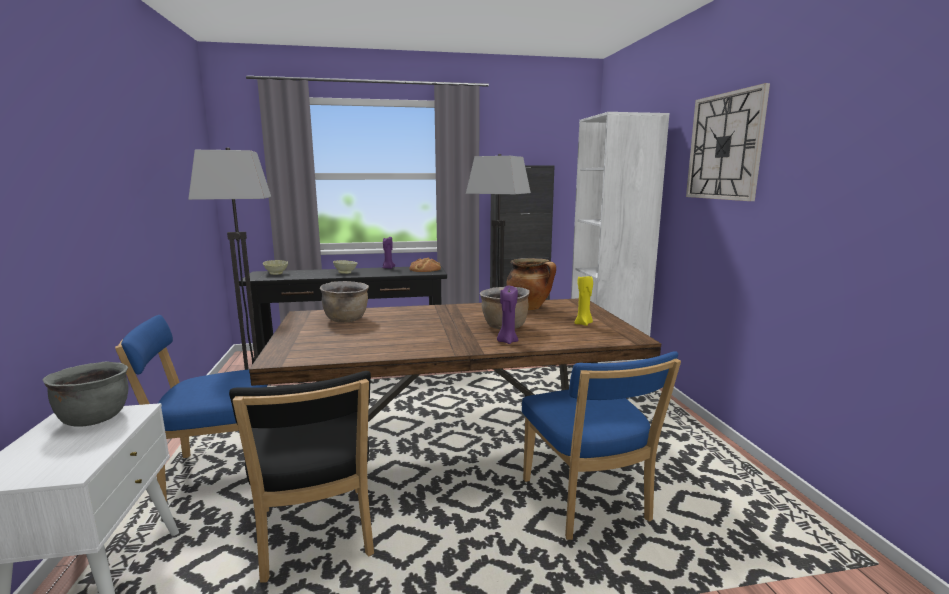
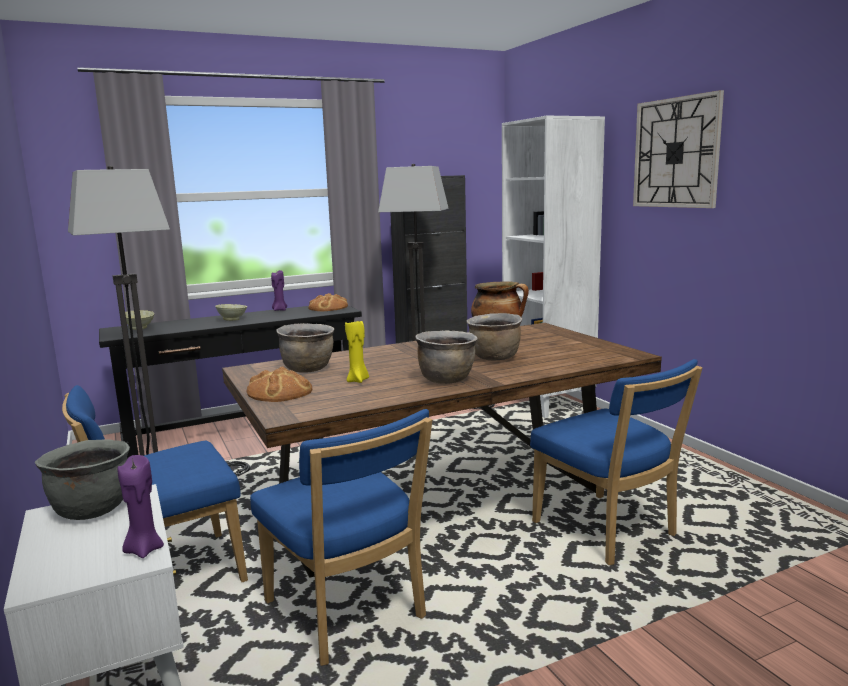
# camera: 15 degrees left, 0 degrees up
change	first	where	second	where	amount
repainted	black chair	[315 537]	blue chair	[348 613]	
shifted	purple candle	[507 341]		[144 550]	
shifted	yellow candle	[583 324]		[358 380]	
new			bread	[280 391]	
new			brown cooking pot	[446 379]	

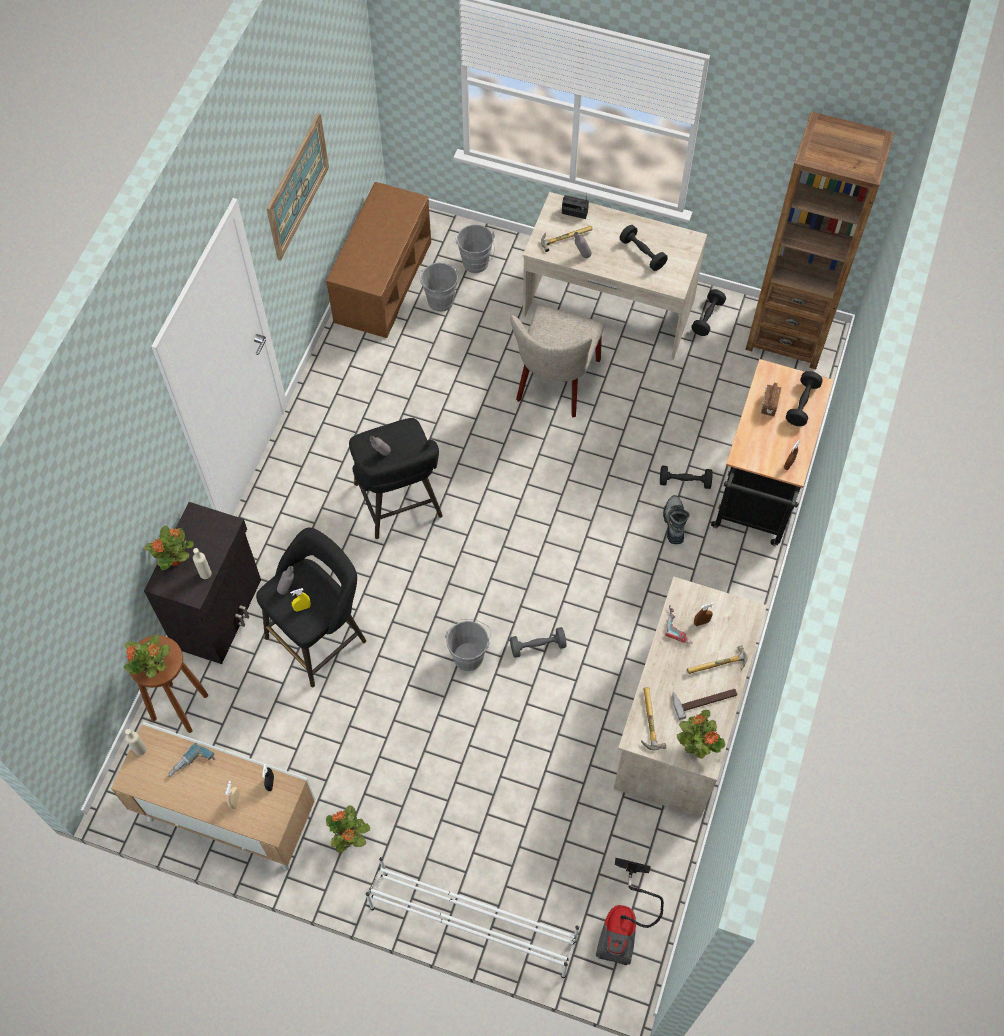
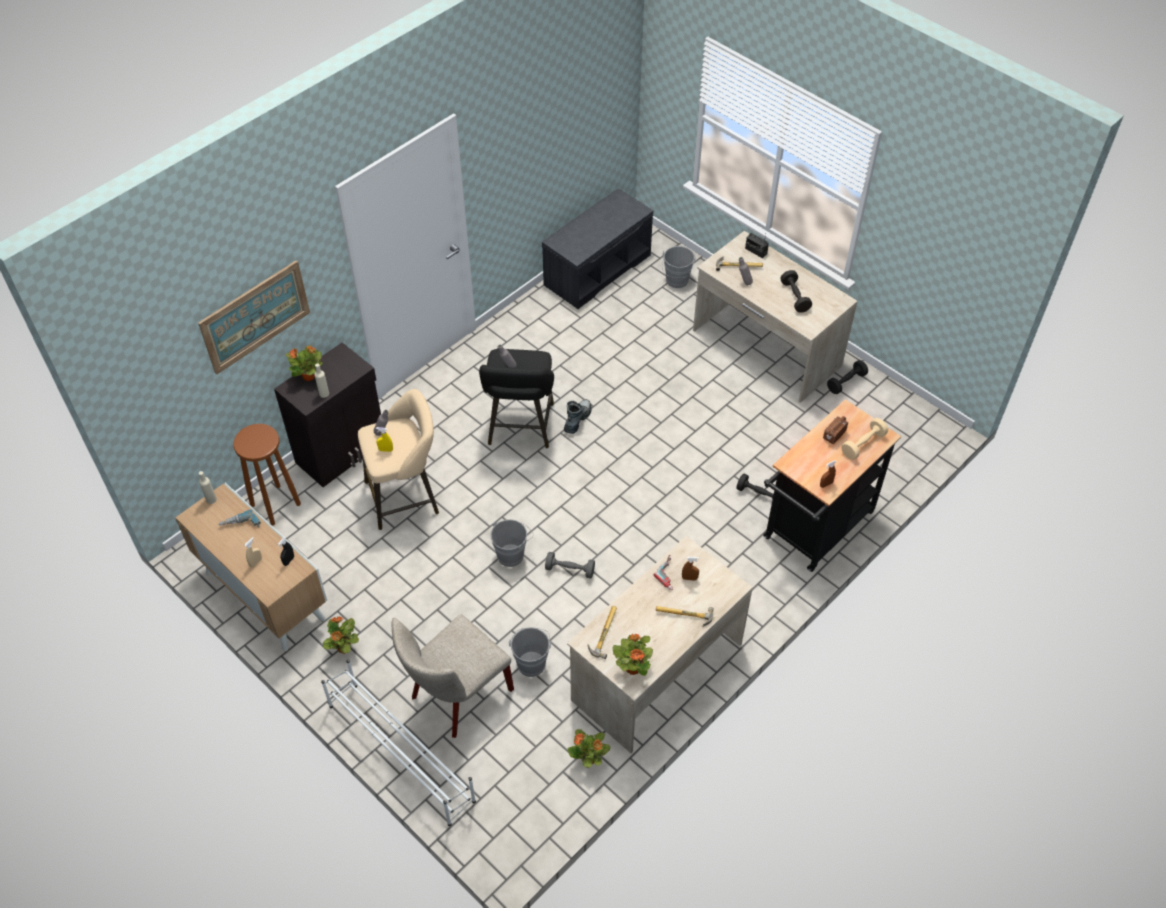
# camera: 25 degrees right, 10 degrees down
change	first	where	second	where	amount
shifted	potted plant	[153 668]		[589 759]	
repainted	black stool	[320 636]	beige stool	[406 496]	
shifted	picture	[297 186]		[255 316]	
repainted	brown bench	[382 280]	grey bench	[597 269]	
shifted	grey bucket	[439 298]		[531 661]	
shifted	beige chair	[555 384]		[456 696]	
gone	vacuum cleaner	[624 923]			
shifted	boot	[674 522]		[577 419]	
gone	hammer	[704 698]			
gone	brown bookcase	[787 335]			
repainted	black dumbbell	[802 404]	beige dumbbell	[863 444]	

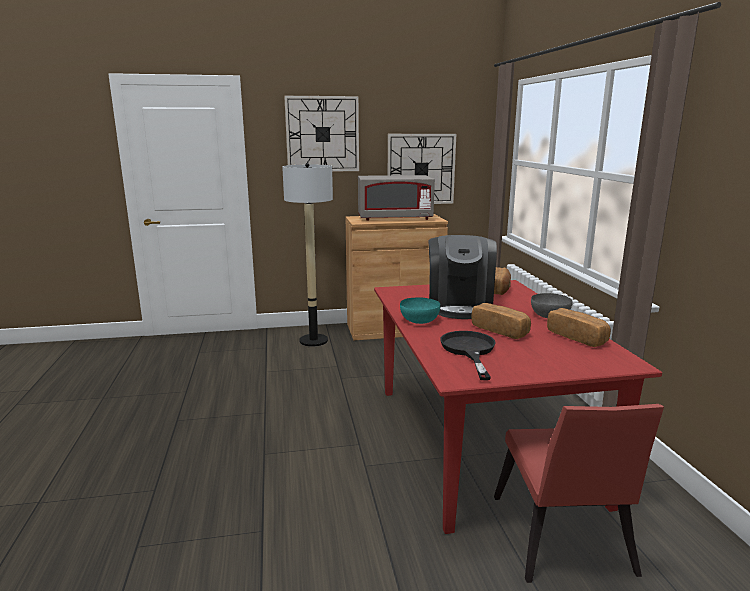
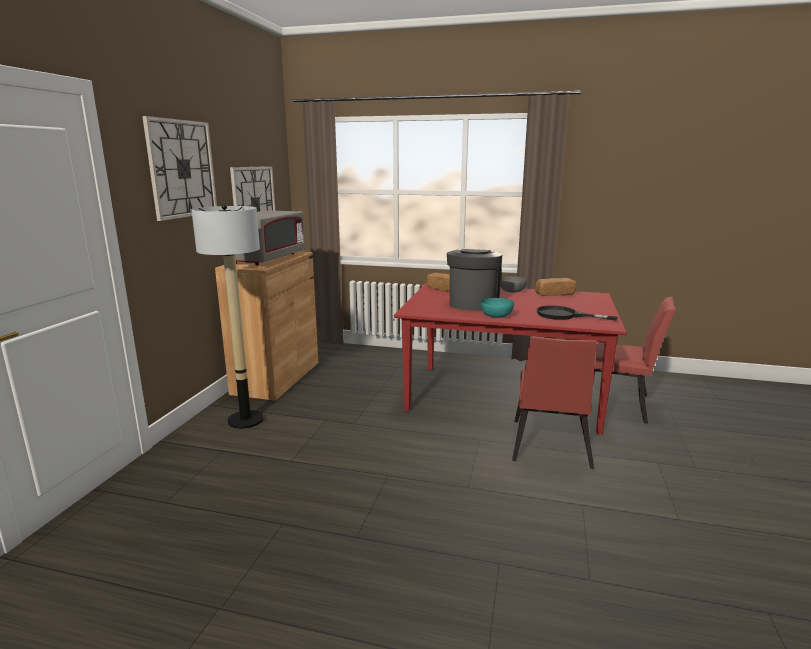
# camera: 65 degrees left, 0 degrees up
change	first	where	second	where	amount
rotated	coffee machine	[459 306]		[473 303]	105 degrees counterclockwise
gone	bread	[500 330]			
new			red chair	[549 447]	

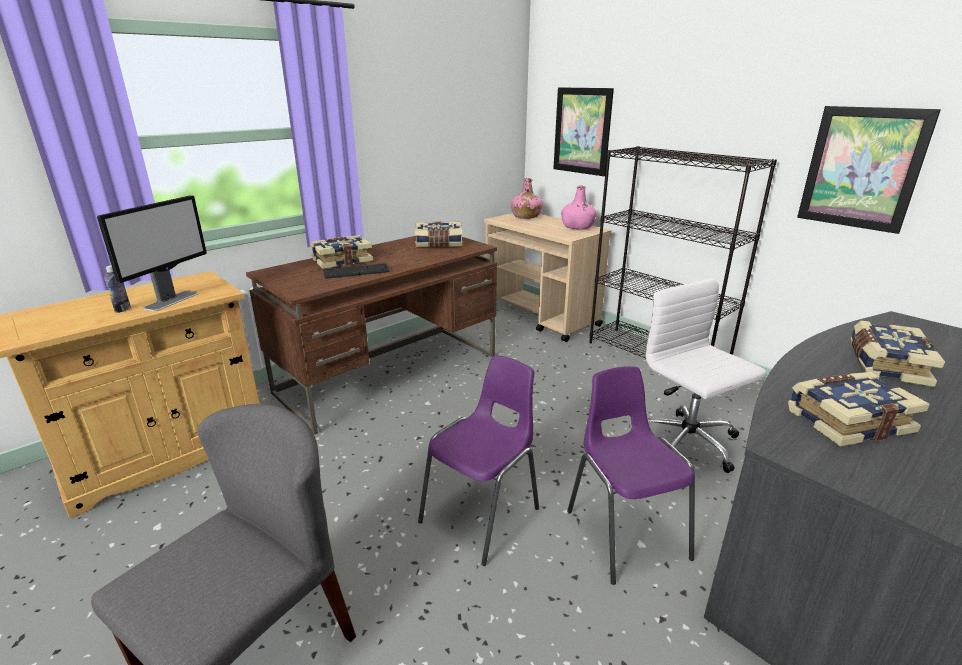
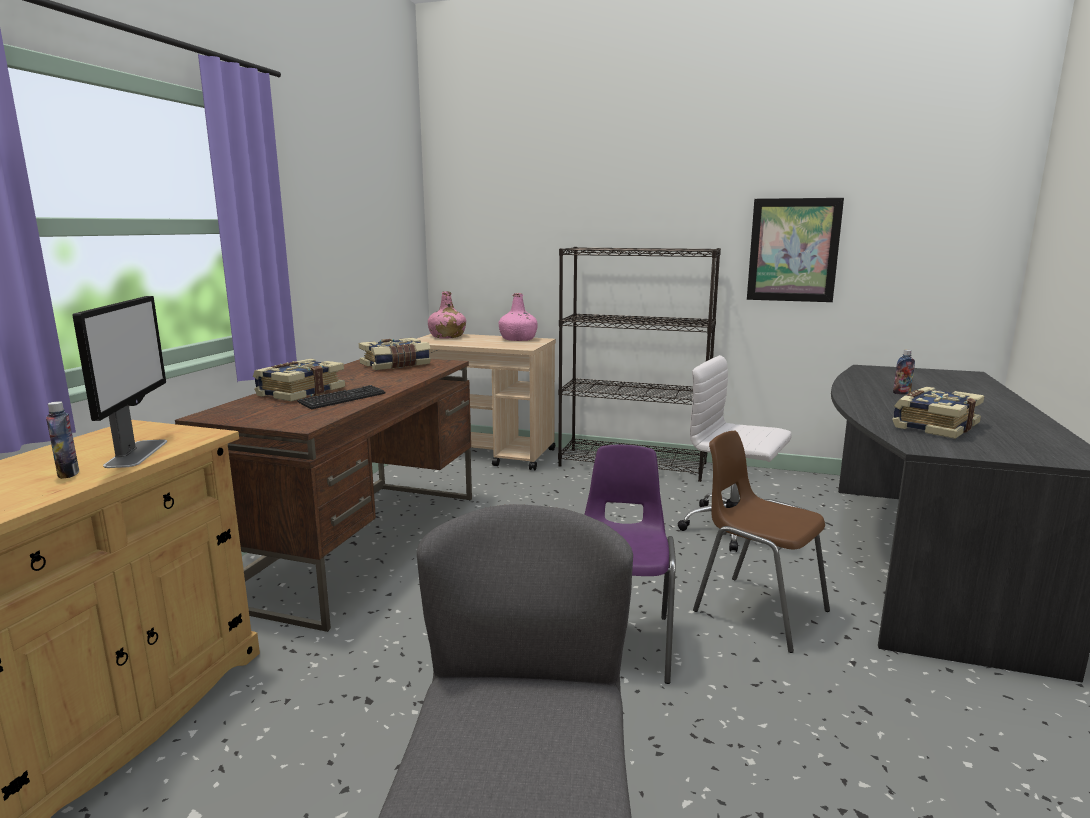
# camera: 30 degrees left, 10 degrees down
change	first	where	second	where	amount
gone	picture	[582 131]			
repainted	purple chair	[624 532]	brown chair	[757 610]	
swapped	book	[885 365]	bottle	[901 393]	

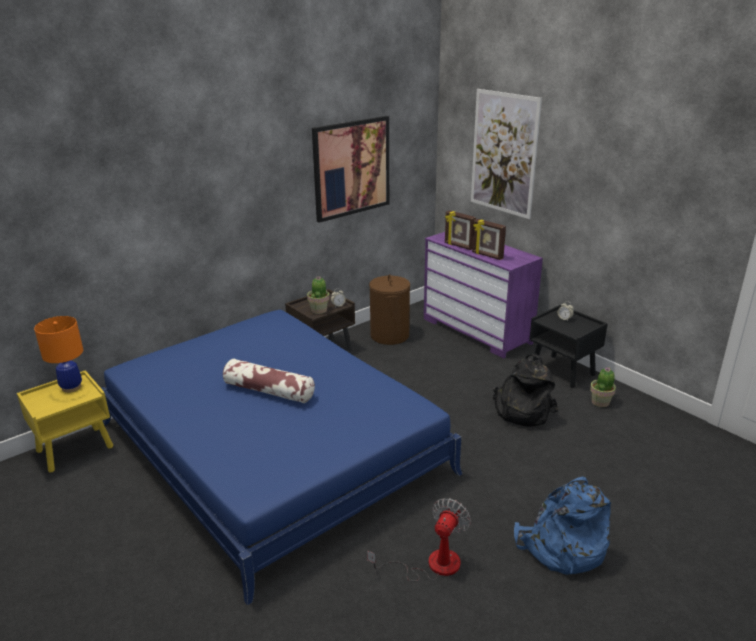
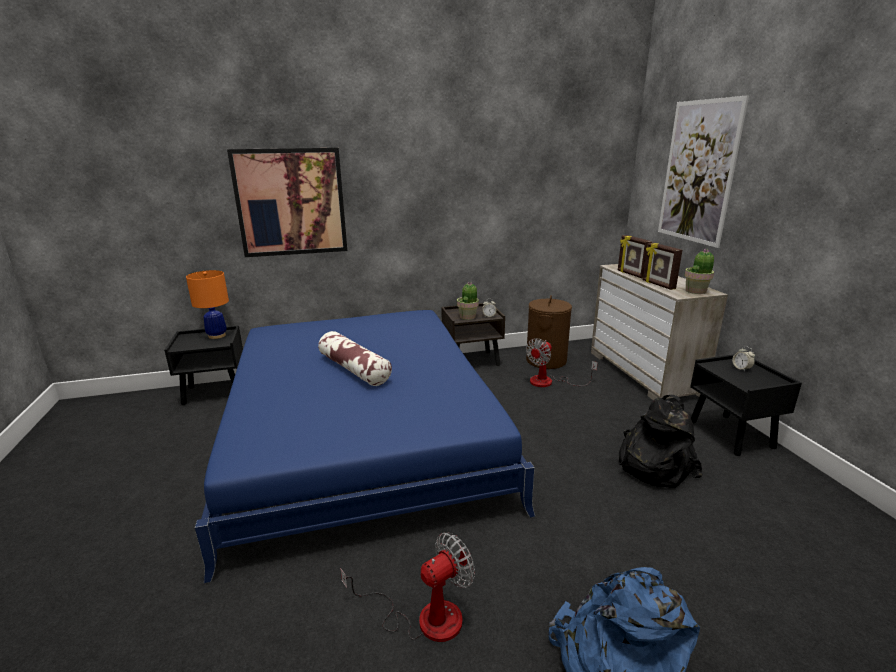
# camera: 25 degrees right, 5 degrees down
change	first	where	second	where	amount
repainted	yellow nightstand	[76 449]	black nightstand	[216 392]	
shifted	picture	[351 168]		[291 202]	
repainted	purple dresser	[477 330]	beige dresser	[643 373]	
shifted	potted plant	[600 402]		[696 291]	
new			fan	[549 382]	

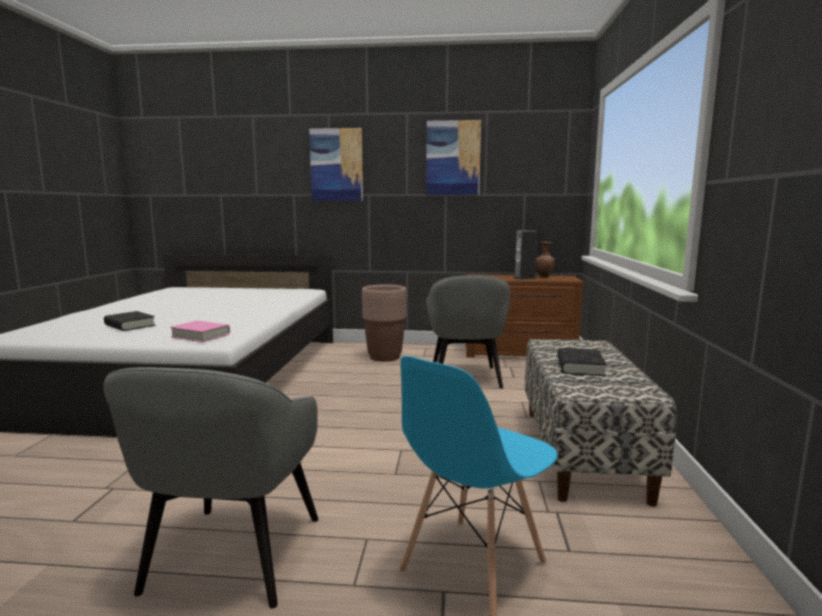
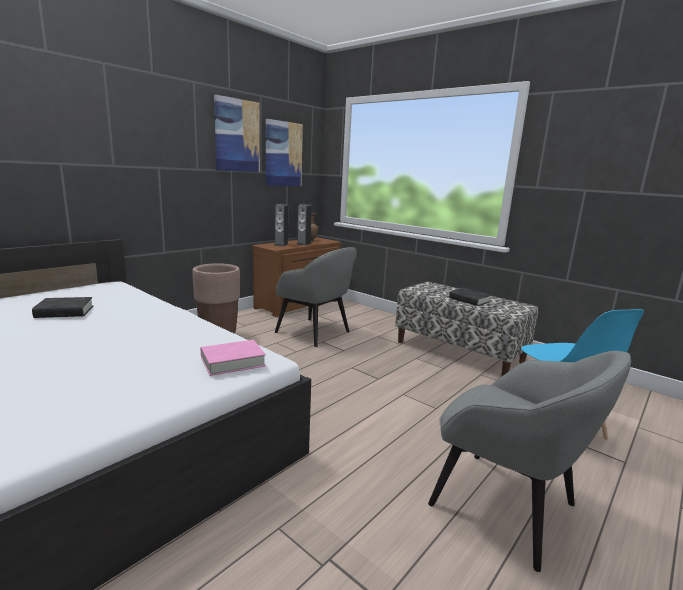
# camera: 55 degrees left, 5 degrees up
change	first	where	second	where	amount
shifted	black book	[130 325]		[64 312]	
shifted	picture	[336 165]		[283 154]	
new			speaker	[281 244]	

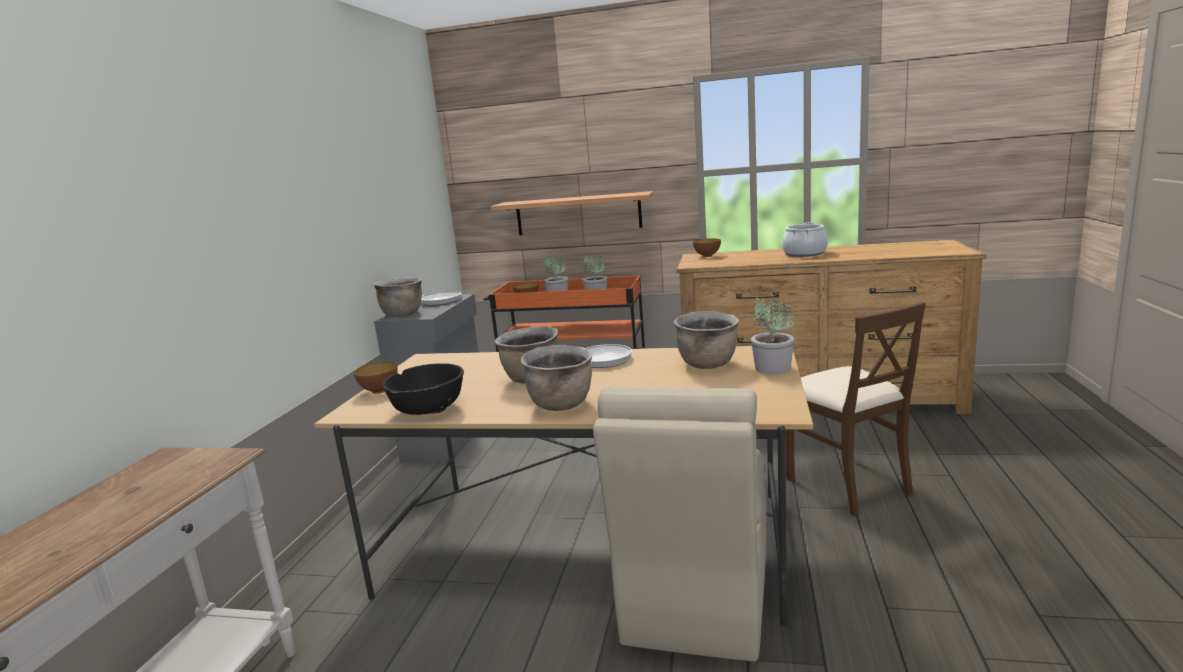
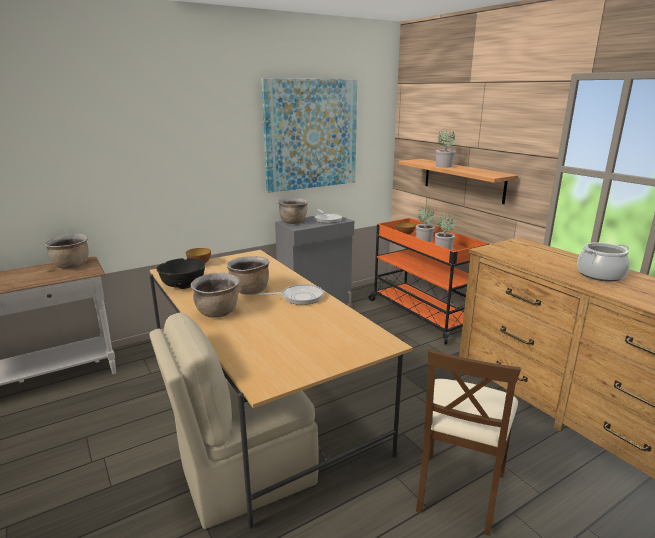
# camera: 45 degrees right, 5 degrees up
change	first	where	second	where	amount
shifted	brown cooking pot	[708 364]		[71 266]	
gone	bowl	[707 256]			
shifted	potted plant	[772 369]		[443 166]	
new			picture	[311 134]	

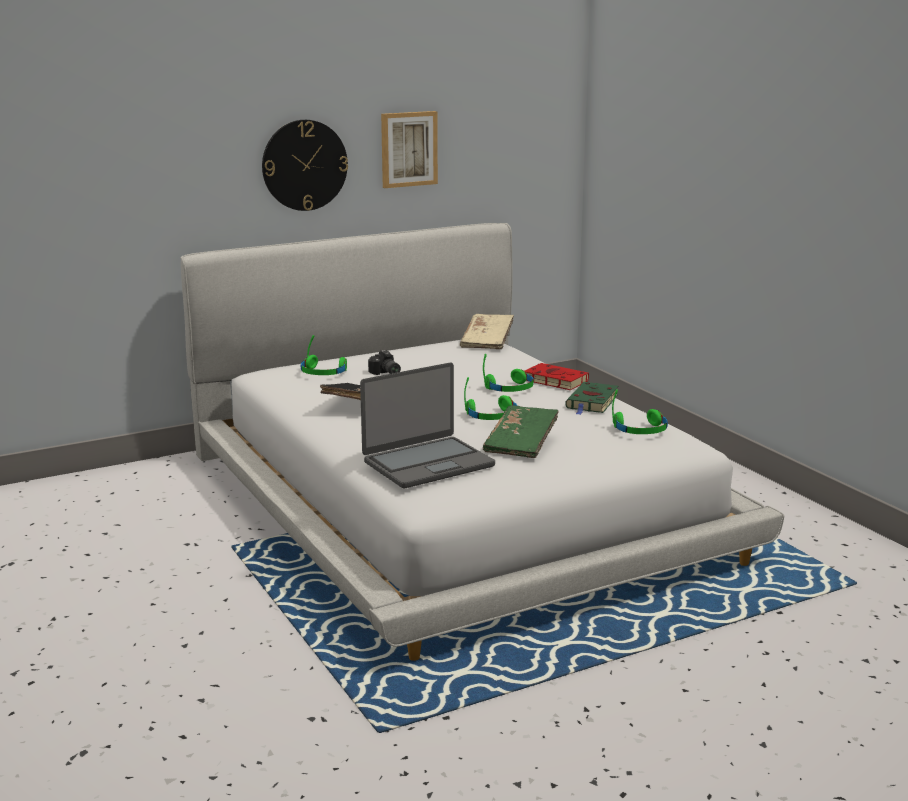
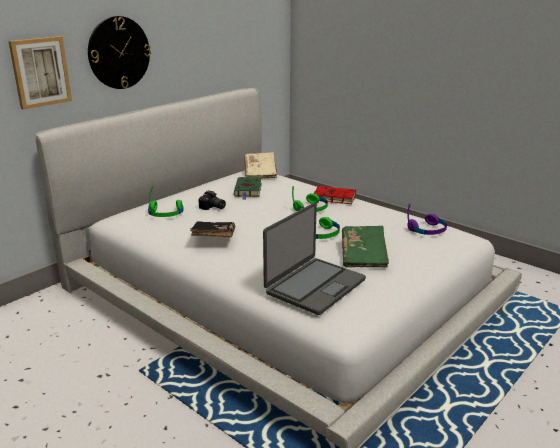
# camera: 20 degrees left, 5 degrees up
change	first	where	second	where	amount
shifted	picture	[408 149]		[40 72]	
shifted	green book	[592 402]		[248 190]	
repainted	green headphones	[640 430]	purple headphones	[427 230]	

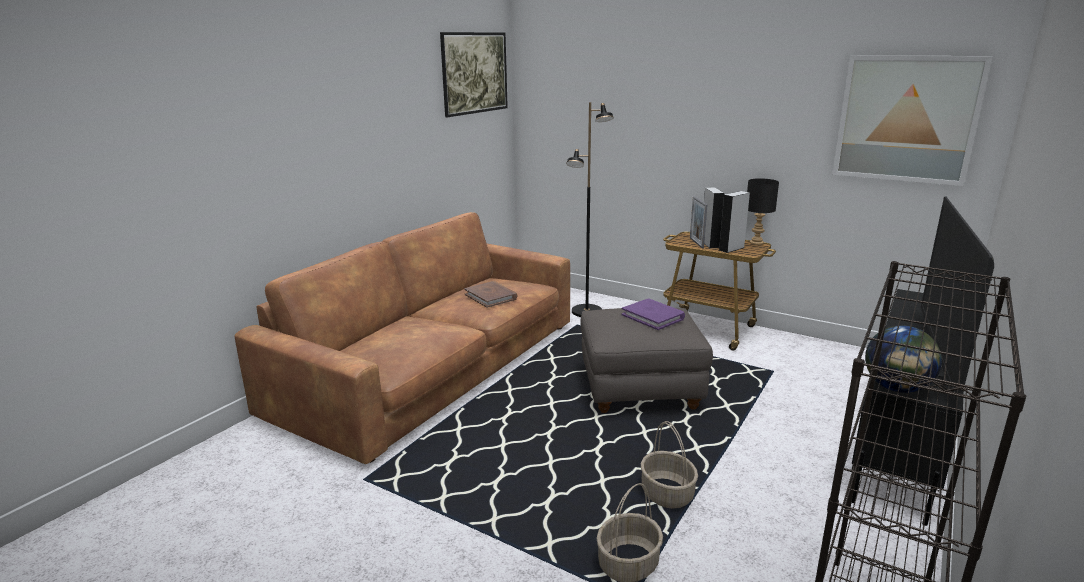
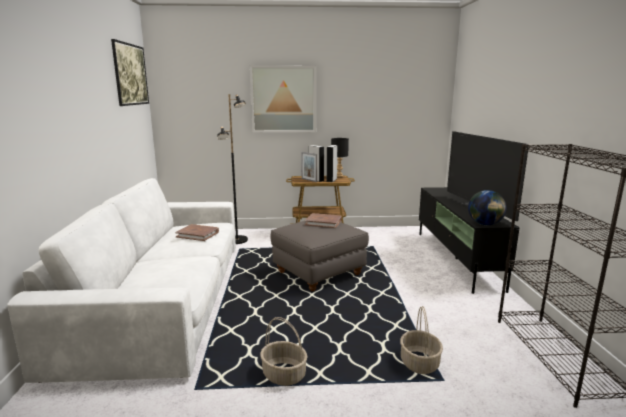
# camera: 35 degrees left, 5 degrees down
change	first	where	second	where	amount
repainted	brown sofa	[433 367]	white sofa	[164 299]	
repainted	purple book	[653 317]	brown book	[323 222]	
shifted	basket	[667 494]		[284 375]	
shifted	picture	[906 119]		[283 99]	

